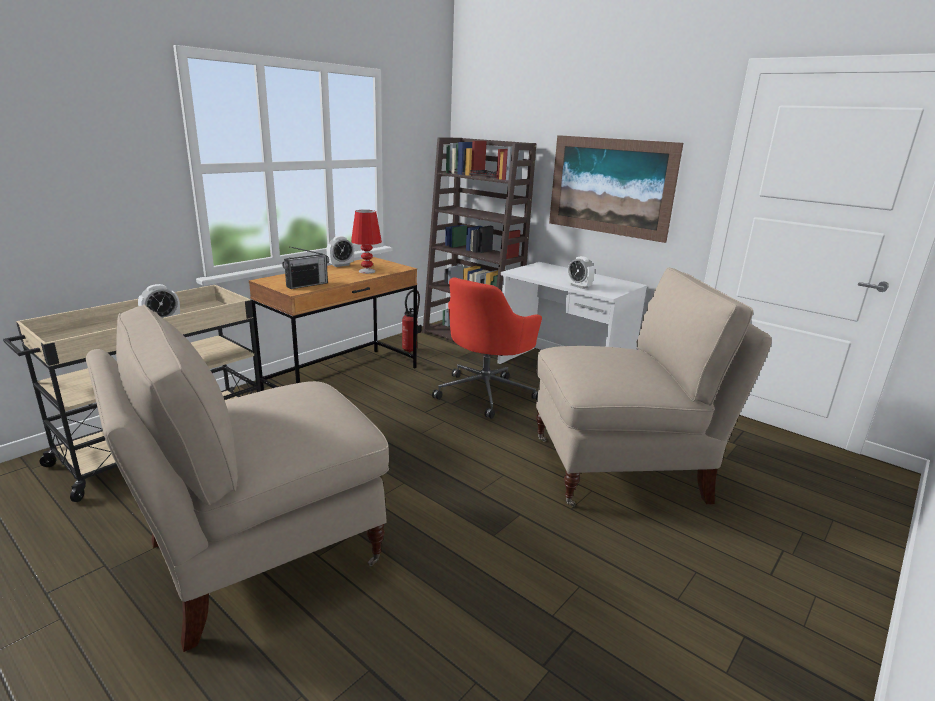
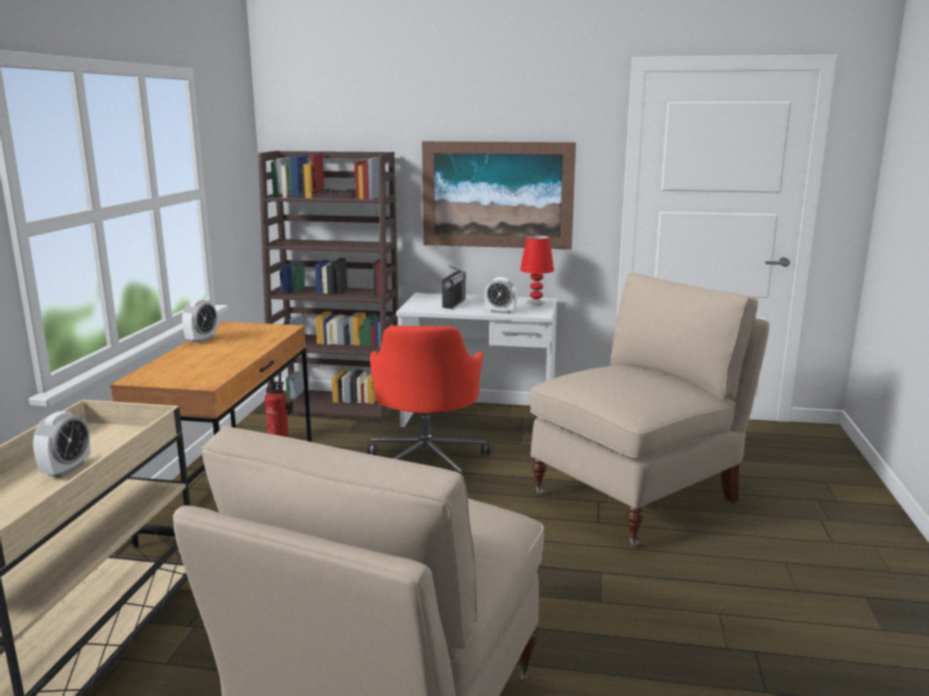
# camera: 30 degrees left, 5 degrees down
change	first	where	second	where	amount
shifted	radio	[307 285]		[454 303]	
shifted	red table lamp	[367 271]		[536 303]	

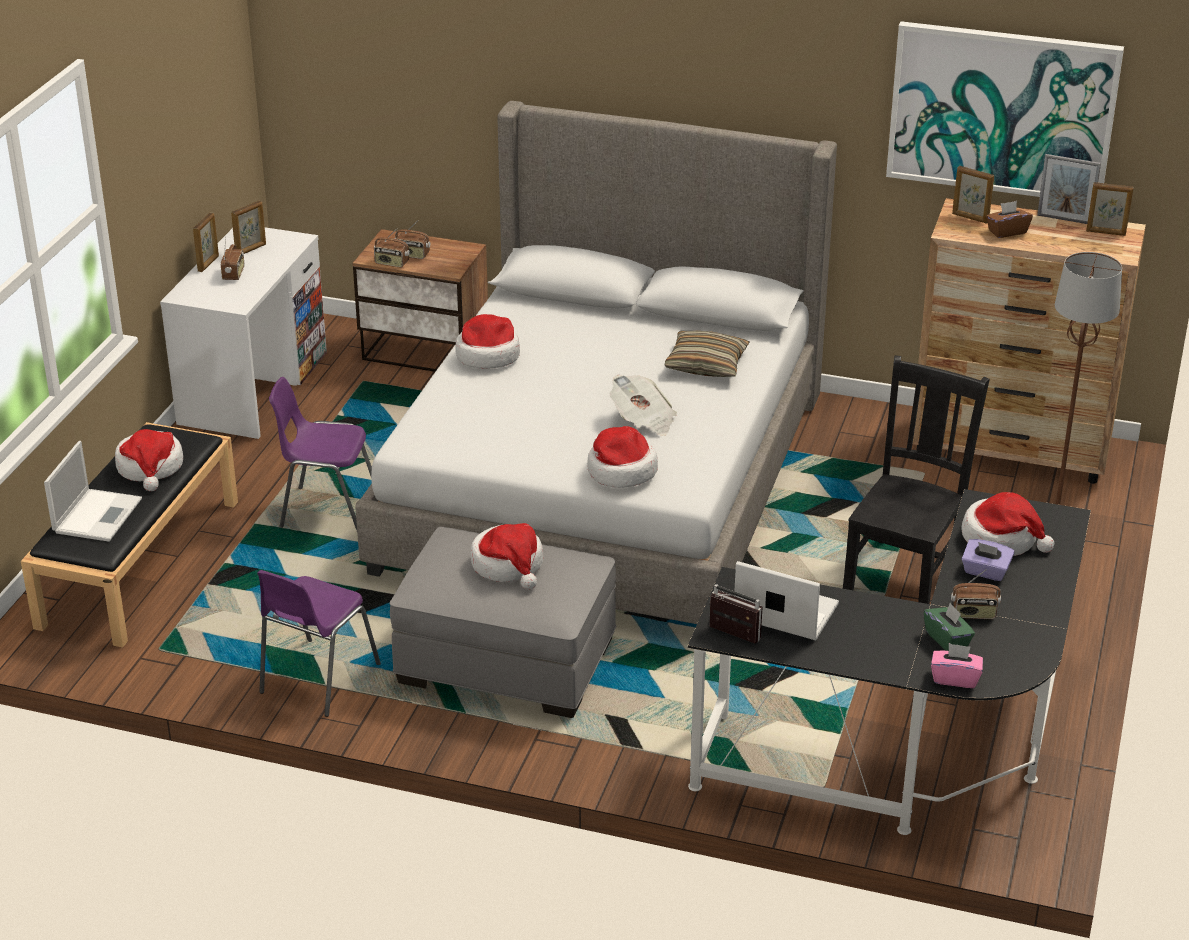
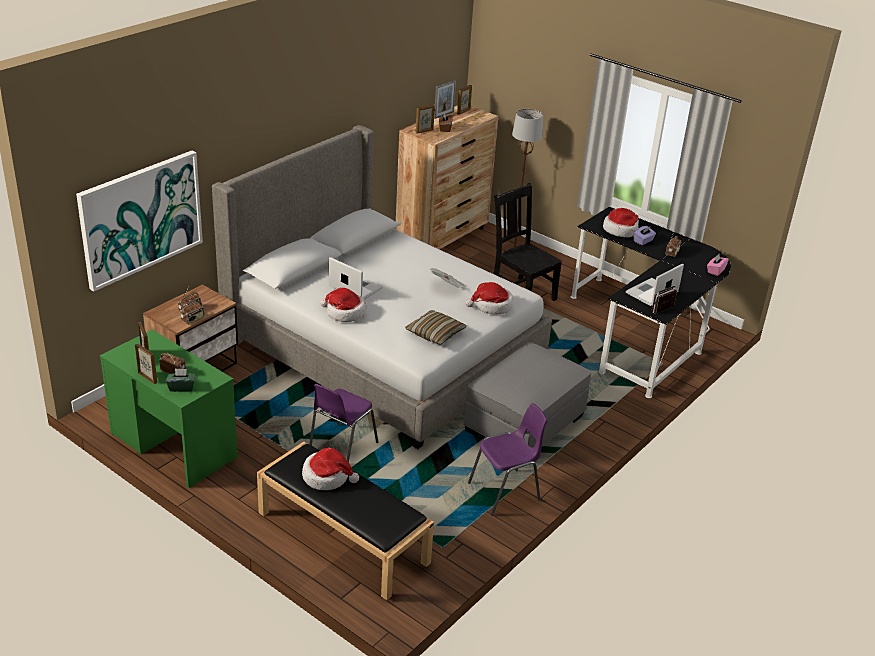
# camera: 70 degrees left, 0 degrees up
change	first	where	second	where	amount
shifted	laptop	[98 515]		[354 287]	
repainted	white desk	[253 388]	green desk	[173 445]	
rotated	purple chair	[317 680]		[506 492]	75 degrees counterclockwise
gone	hat	[509 565]			
shifted	pillow	[706 364]		[435 333]	
shifted	picture	[1002 111]		[141 218]	
shifted	green tissue box	[947 639]		[181 387]	

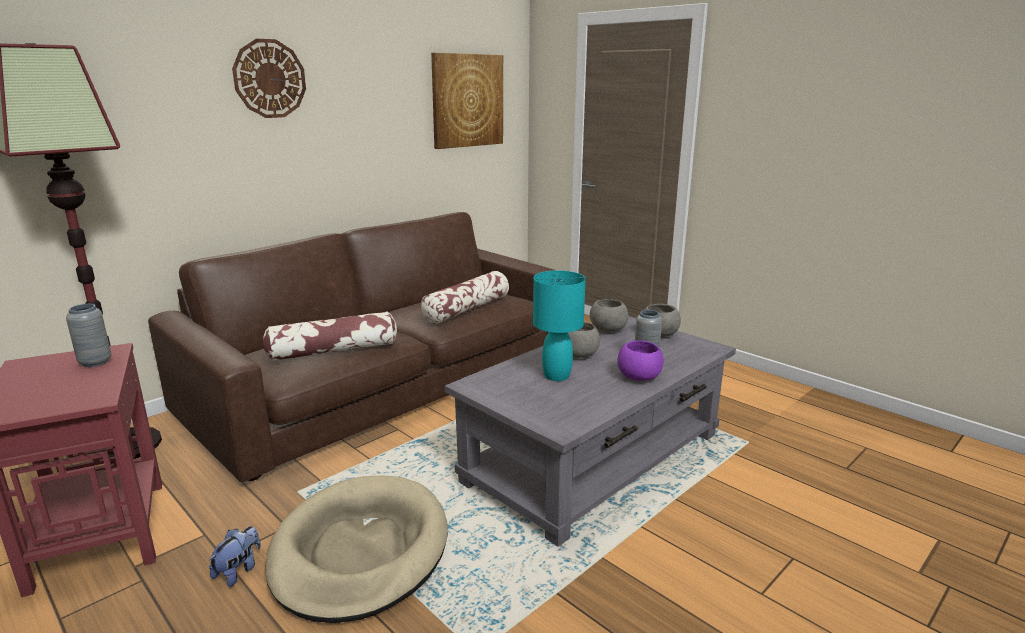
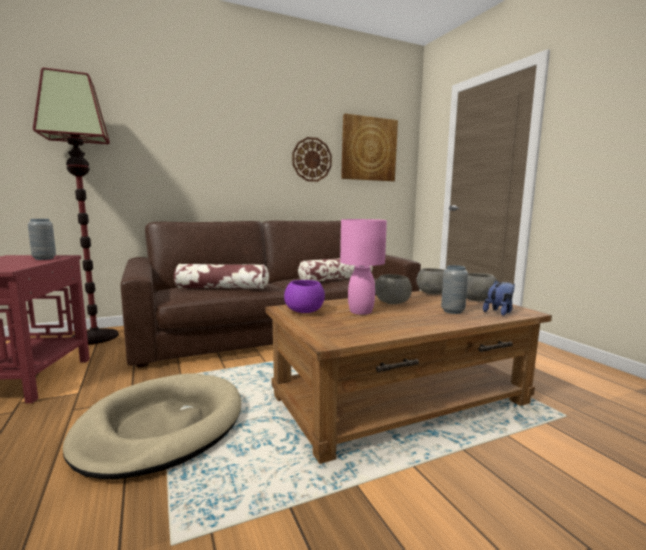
# camera: 20 degrees right, 10 degrees down
change	first	where	second	where	amount
shifted	plush toy	[238 571]		[499 312]	
shifted	wall clock	[269 79]		[312 159]	
repainted	grey coffee table	[595 457]	brown coffee table	[401 400]	
repainted	turquoise table lamp	[557 375]	pink table lamp	[361 311]	
shifted	purple bowl	[638 377]		[304 311]	

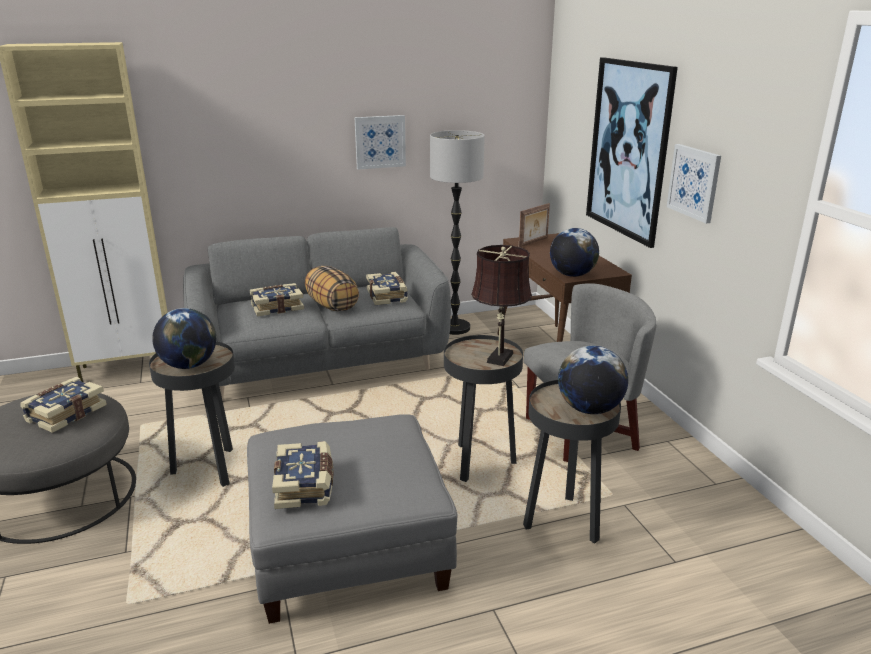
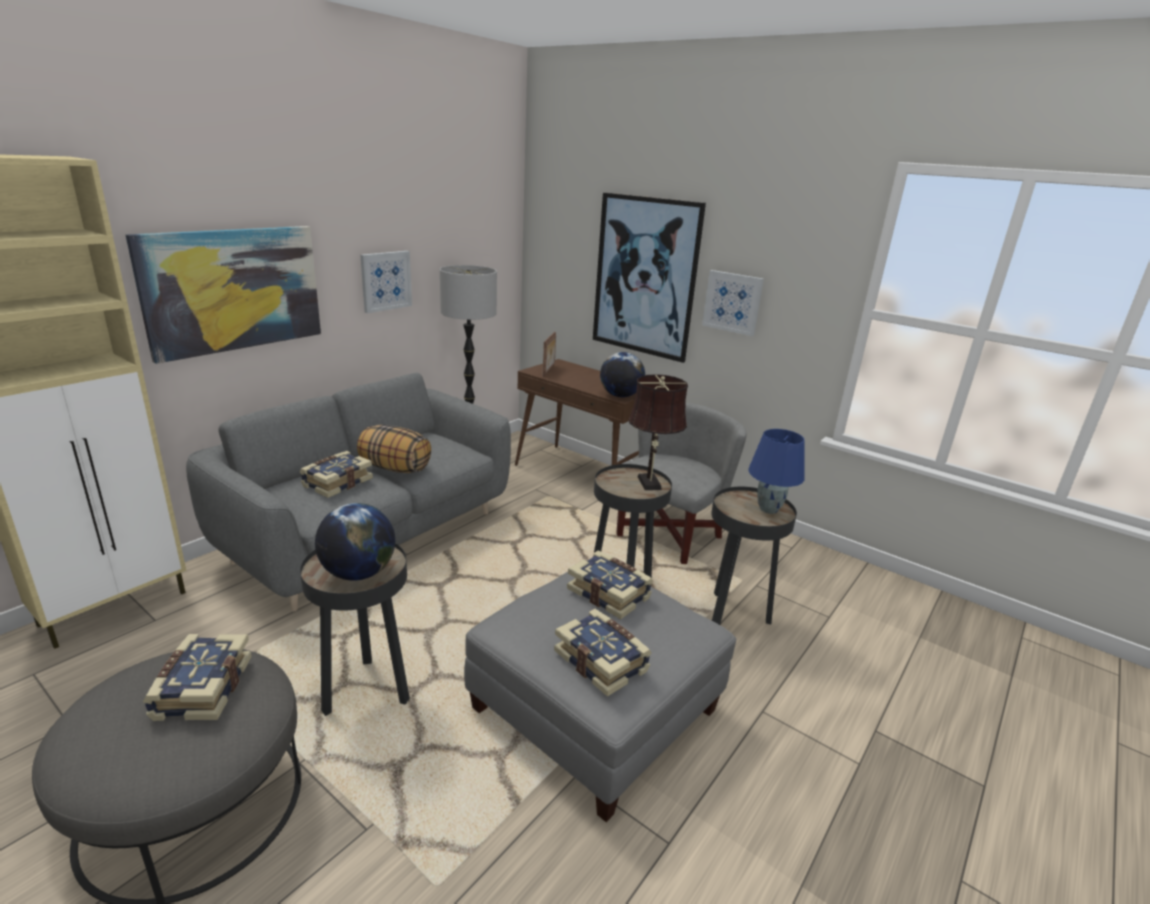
# camera: 35 degrees left, 0 degrees up
change	first	where	second	where	amount
shifted	book	[388 296]		[609 593]	
swapped	globe	[589 409]	blue table lamp	[768 509]	
new			picture	[233 290]	

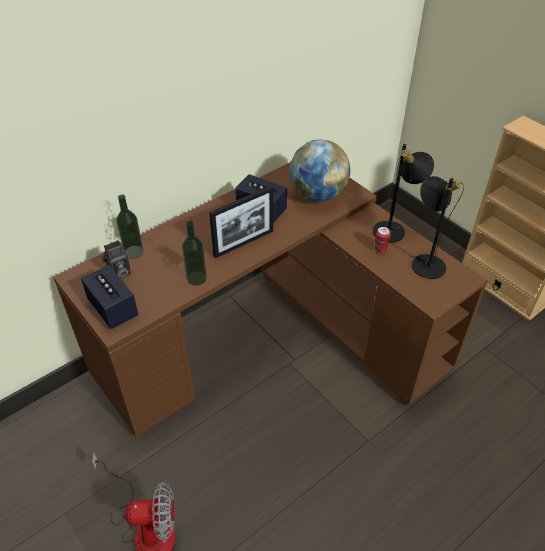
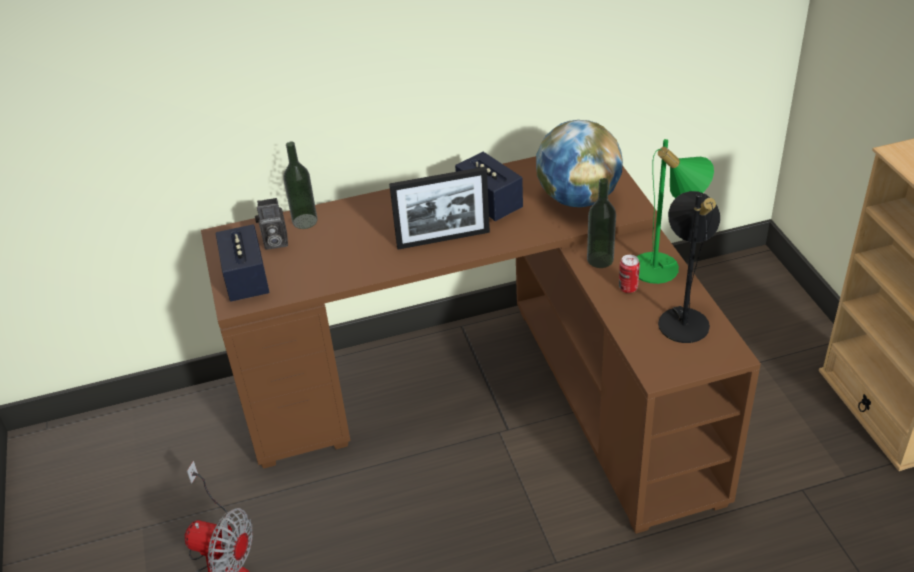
# camera: 25 degrees right, 5 degrees down
change	first	where	second	where	amount
shifted	bottle	[196 278]		[600 259]	
repainted	black table lamp	[394 230]	green table lamp	[664 268]	

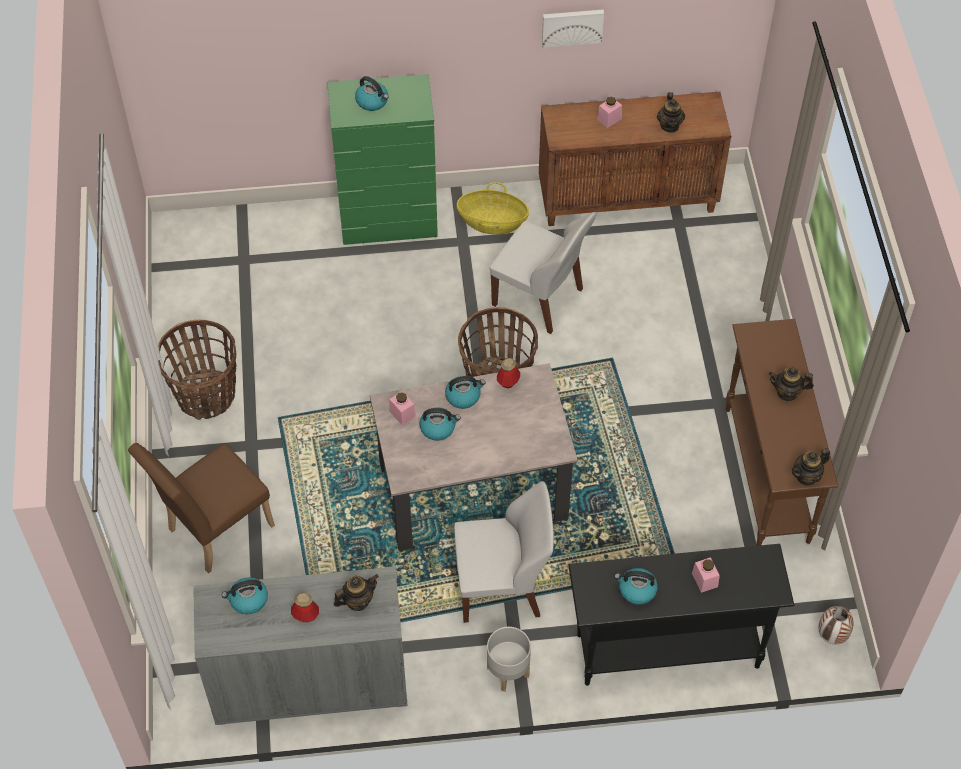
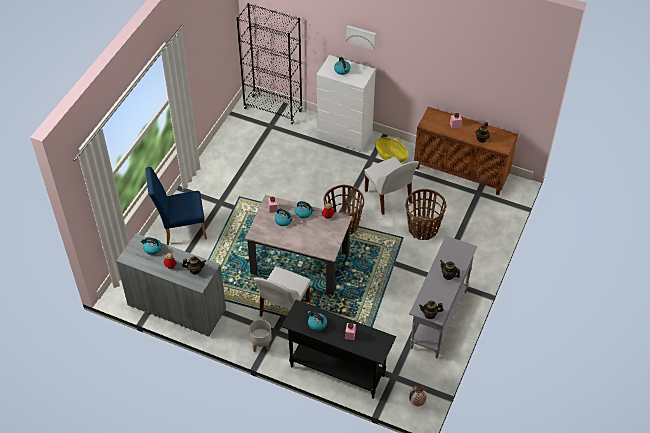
# camera: 30 degrees right, 5 degrees down
change	first	where	second	where	amount
repainted	brown chair	[214 531]	blue chair	[180 229]	
shifted	basket	[206 396]		[423 229]	
repainted	green dresser	[389 220]	white dresser	[345 136]	
rotated	white chair	[501 587]		[283 309]	90 degrees clockwise
shifted	picture	[572 26]		[361 36]	
repainted	brown console table	[766 475]	grey console table	[438 319]	
new			black bookcase	[273 110]	

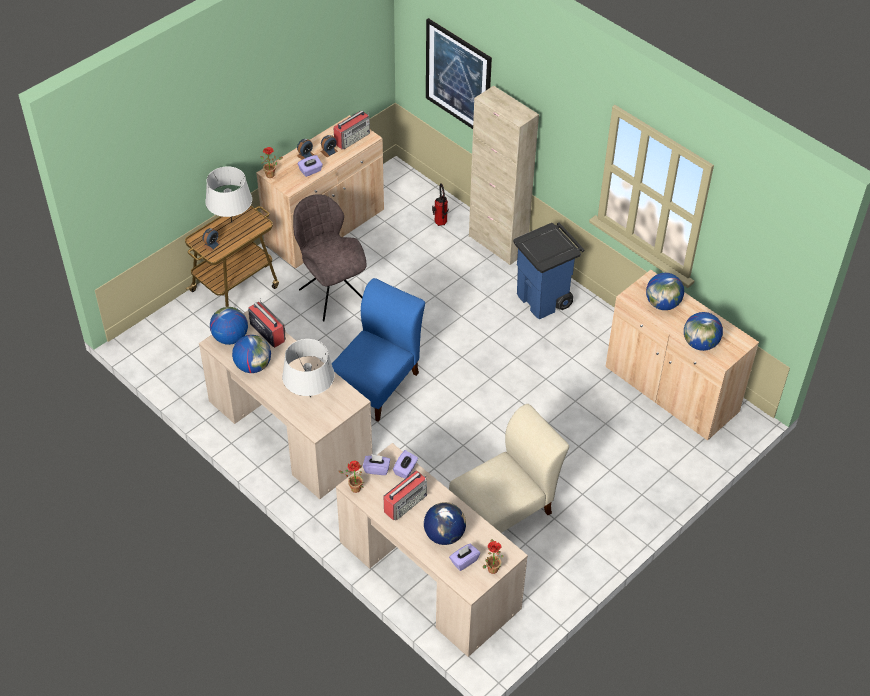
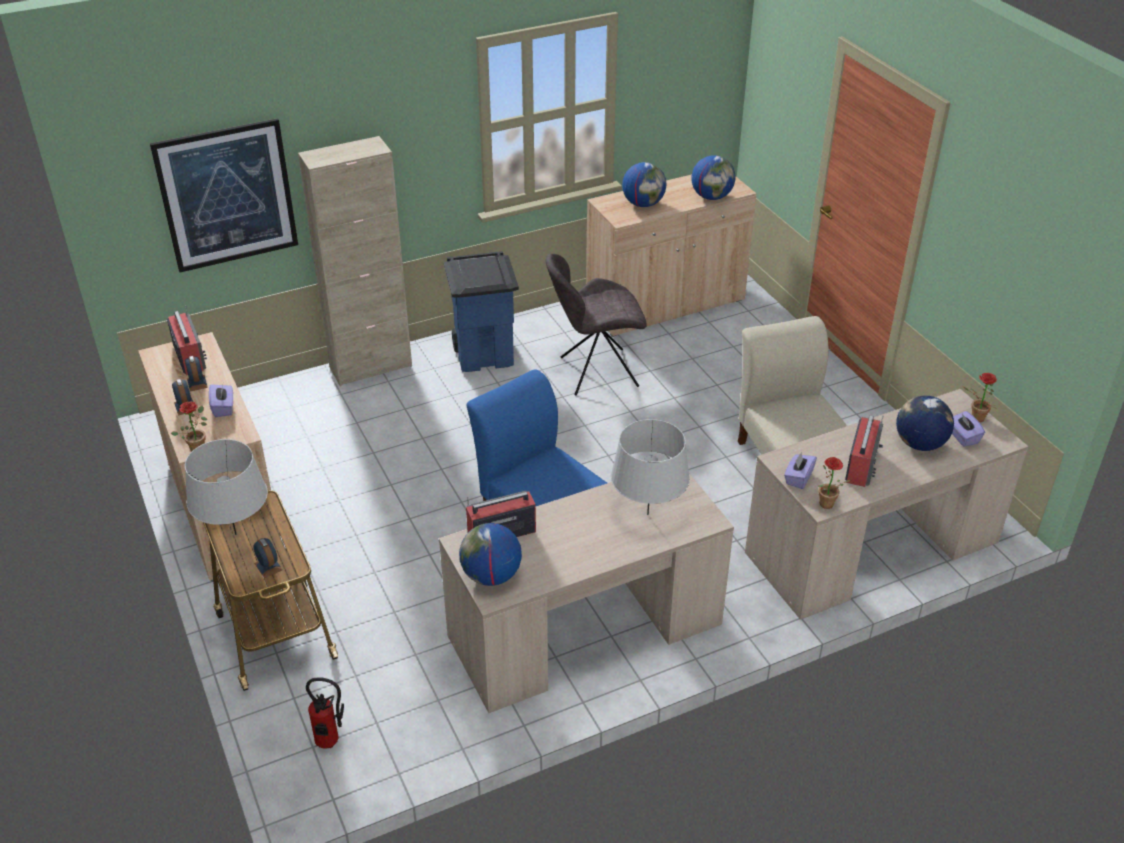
# camera: 70 degrees left, 10 degrees down
change	first	where	second	where	amount
gone	globe	[253 366]			
shifted	grey chair	[331 294]		[595 372]	
rotated	radio	[406 503]		[861 465]	45 degrees clockwise
gone	purple tissue box	[405 470]			
shifted	fire extinguisher	[440 224]		[330 743]	

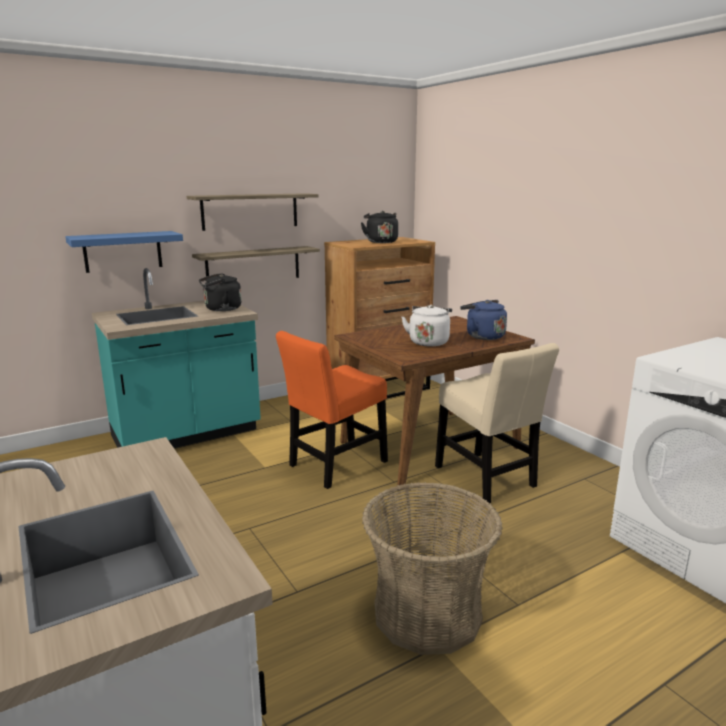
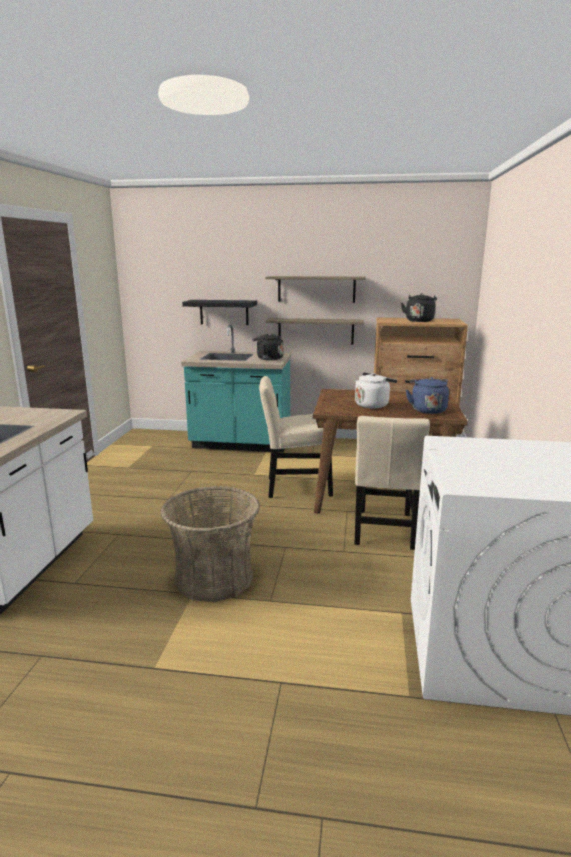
# camera: 40 degrees right, 0 degrees up
change	first	where	second	where	amount
repainted	blue shelf	[123 251]	black shelf	[224 312]	
repainted	orange chair	[335 465]	beige chair	[295 487]	

